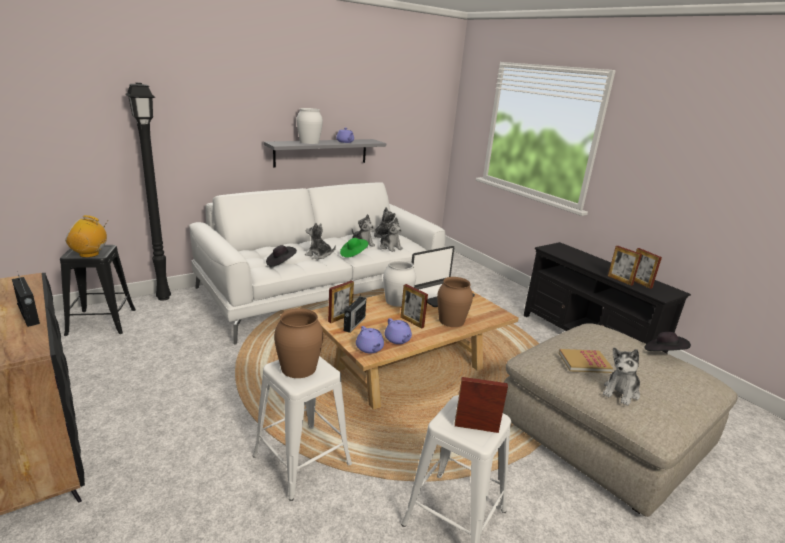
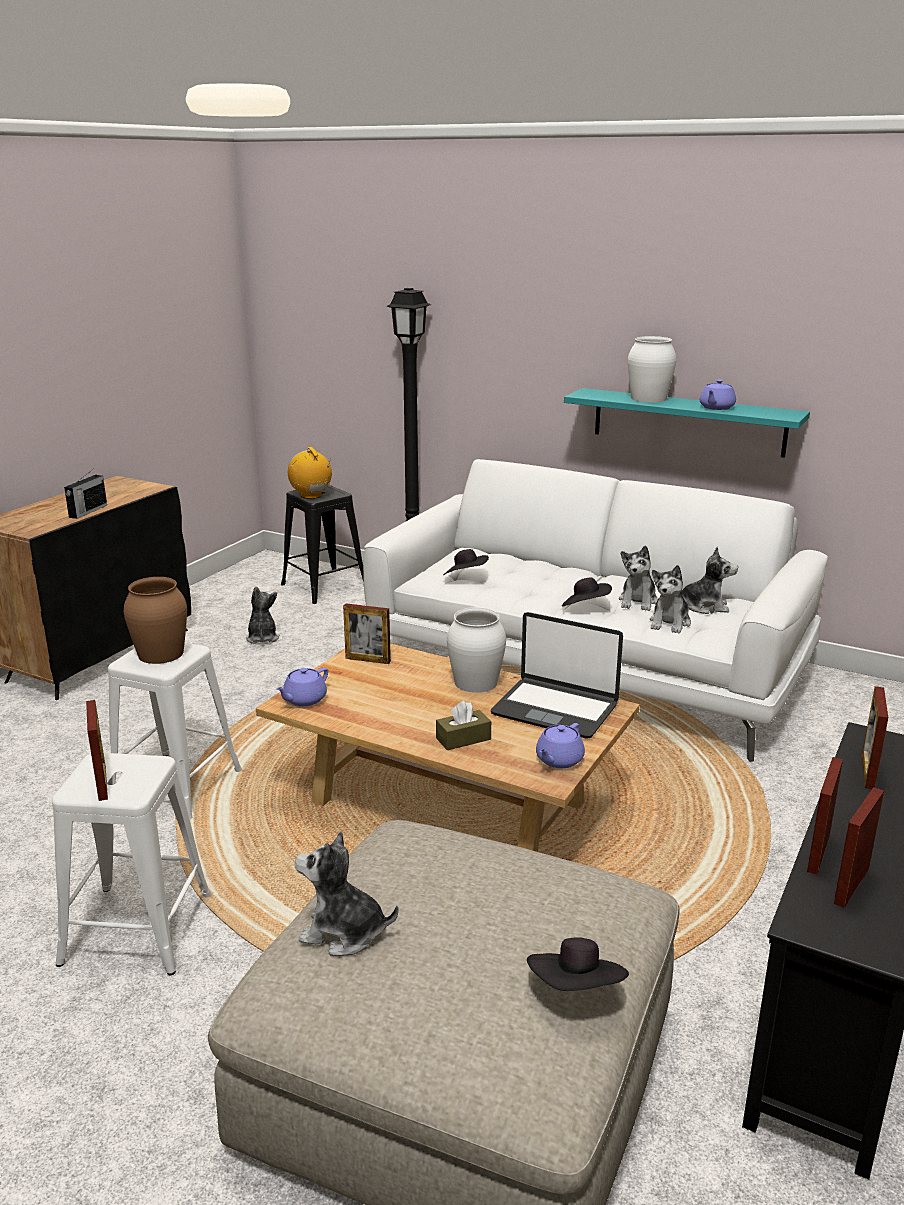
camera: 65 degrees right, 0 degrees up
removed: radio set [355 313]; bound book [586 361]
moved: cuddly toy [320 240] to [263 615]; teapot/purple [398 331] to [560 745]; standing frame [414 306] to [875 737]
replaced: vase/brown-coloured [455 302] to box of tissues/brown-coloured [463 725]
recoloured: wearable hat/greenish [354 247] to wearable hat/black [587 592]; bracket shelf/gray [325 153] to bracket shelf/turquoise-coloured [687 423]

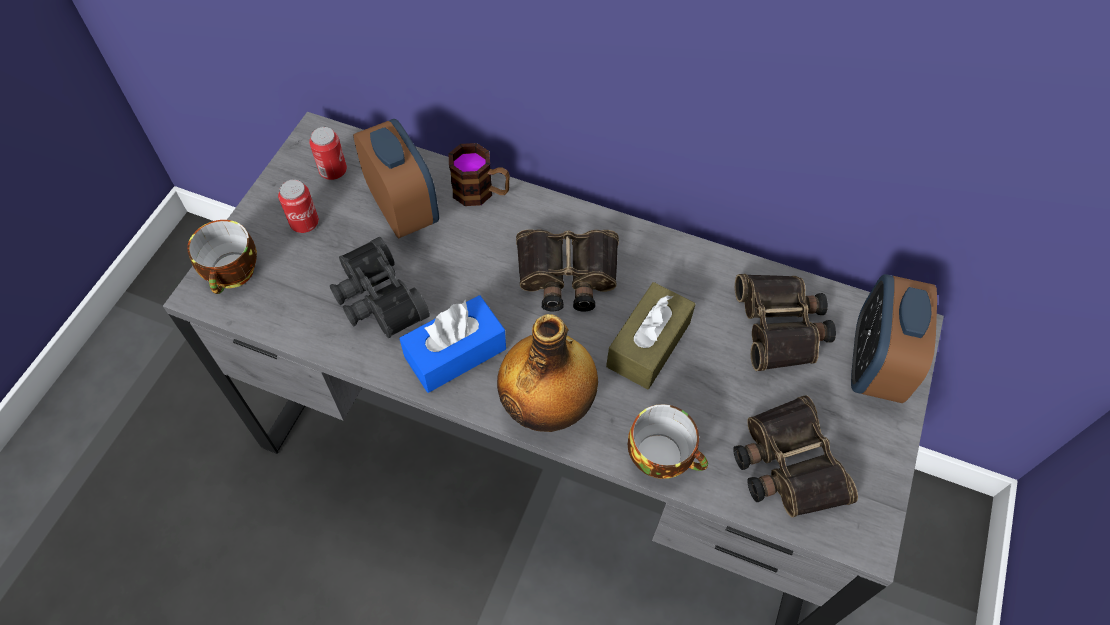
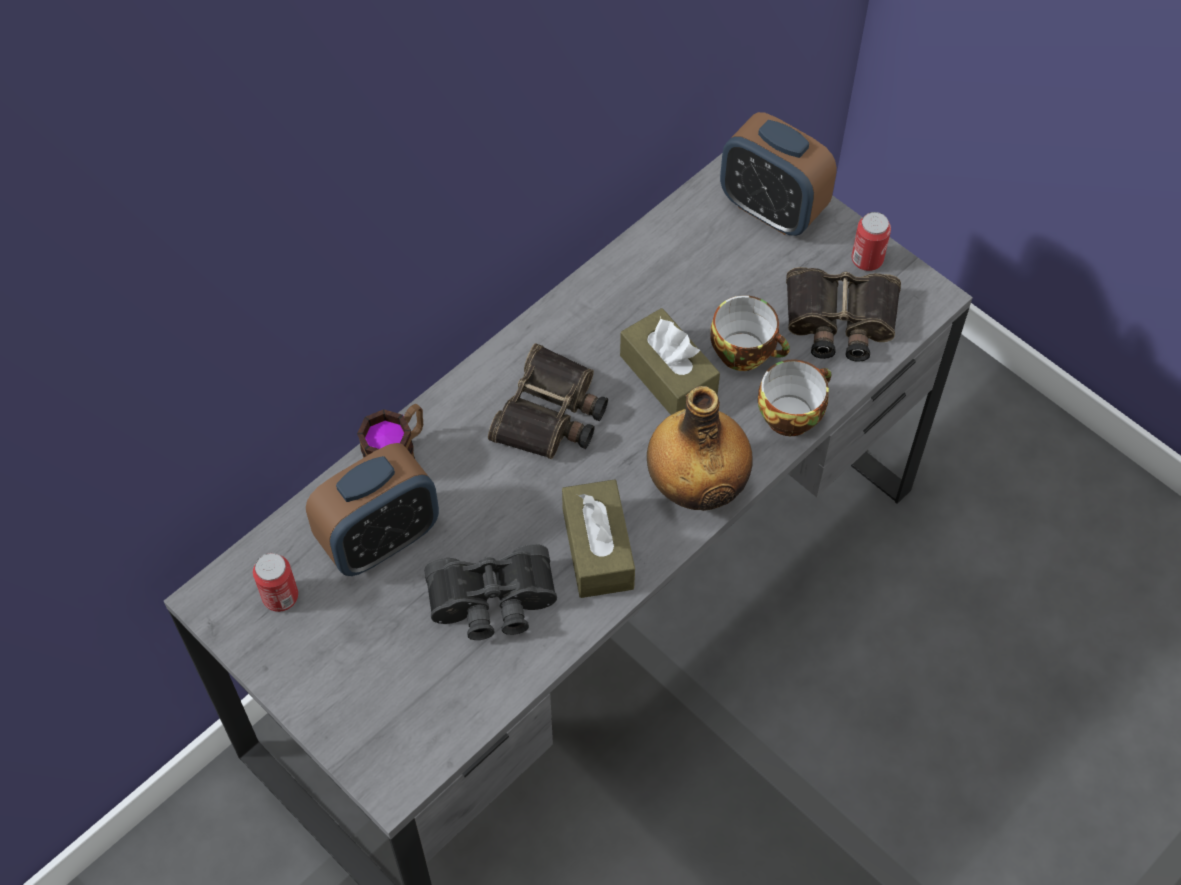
camera: 65 degrees left, 0 degrees up
removed: field glasses [785 322]
moved: cup [222 257] to [750 333]; can [298 206] to [871 241]
recoloured: box of tissues/bluish [452 344] to box of tissues/brown-coloured [598 538]
turned: table clock [396 178] = [372 509] 150 degrees clockwise

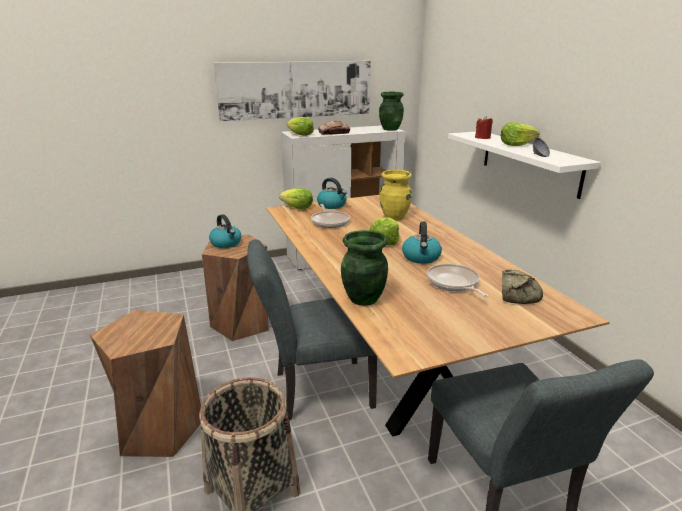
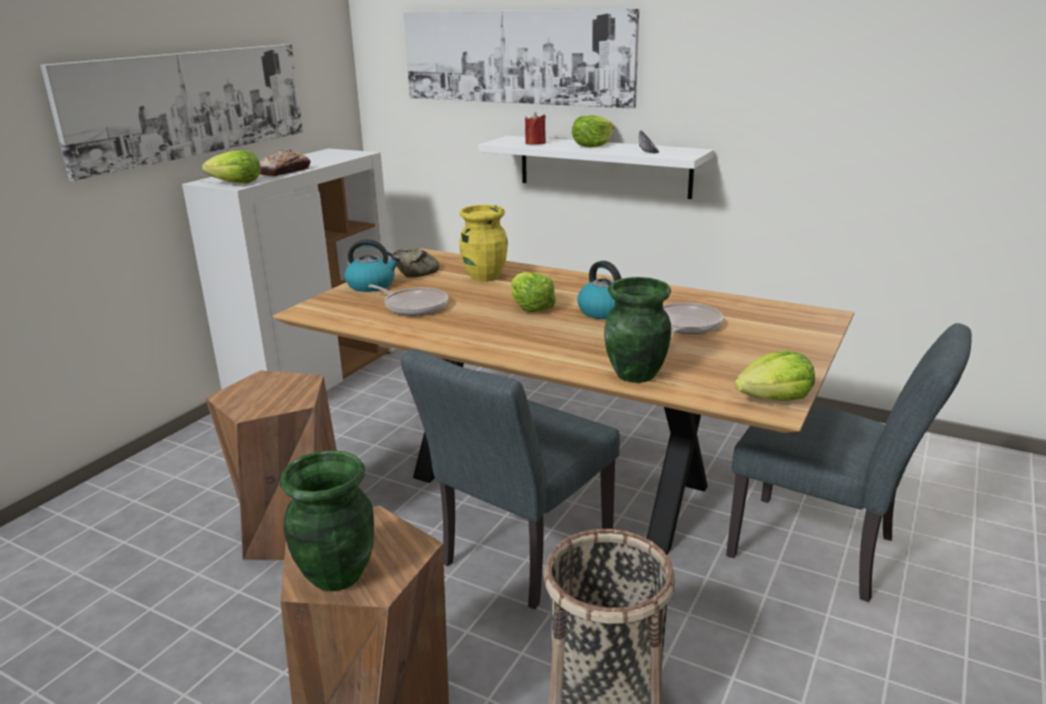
camera: 40 degrees left, 0 degrees up
removed: tea kettle [225 231]
added: picture [521 58]
moved: vase/greenish [391 111] to [327 521]; bakery bread [522 287] to [416 263]; lettuce head [296 198] to [775 376]
turned: pan [457 280] = [693 319] 90 degrees clockwise

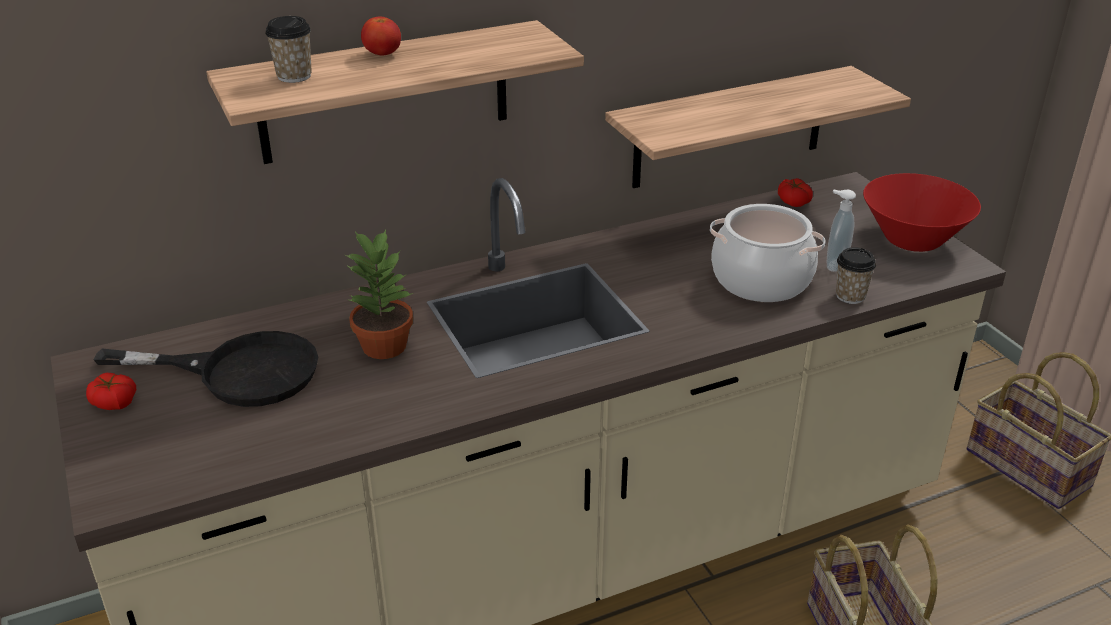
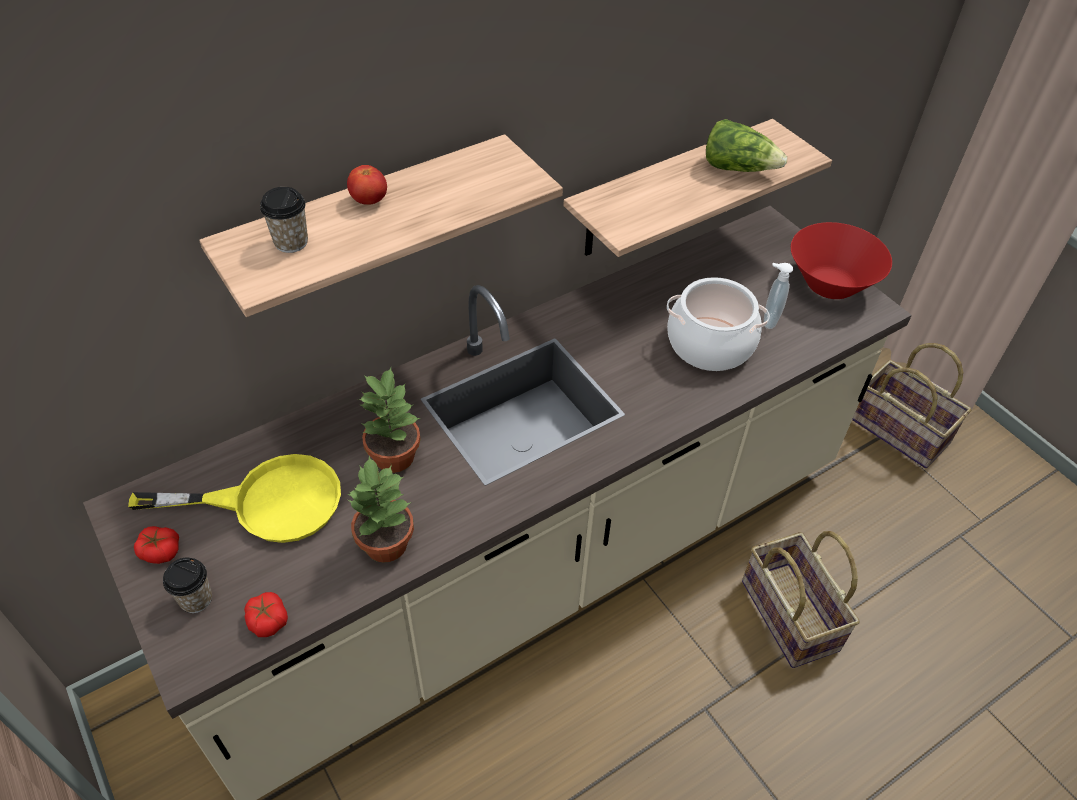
camera: 10 degrees left, 15 degrees up
added: houseplant [380 509]; lettuce head [746 145]
moved: cup [856 275] to [187 585]; tomato [795 192] to [266 614]
recoloured: pan/black [205 369] to pan/yellowish [234 498]

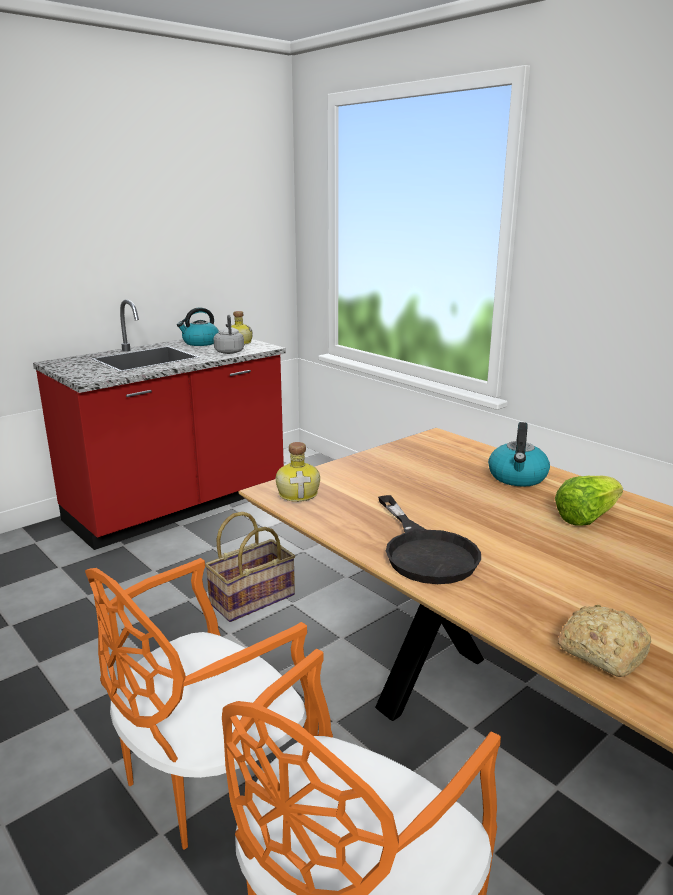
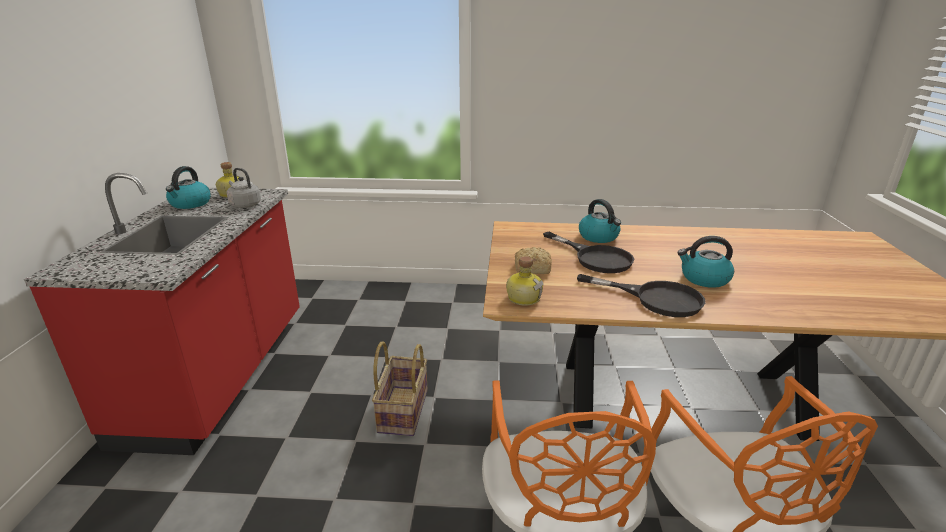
camera: 45 degrees left, 5 degrees up
removed: lettuce head [589 501]
added: pan/black [589 252]; tea kettle [705 262]
moved: bakery bread [604 641] to [533 260]

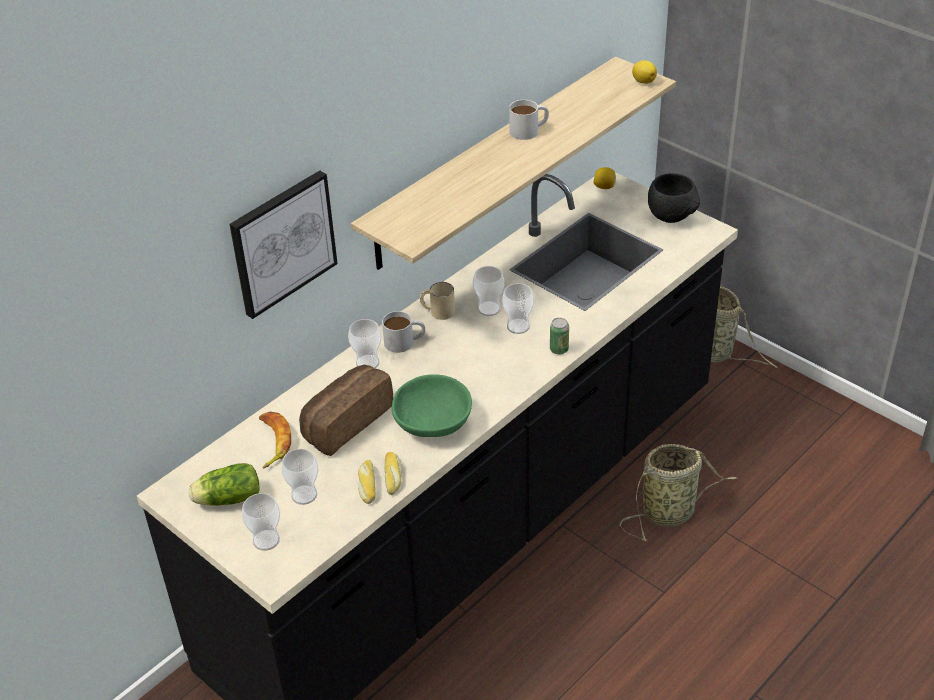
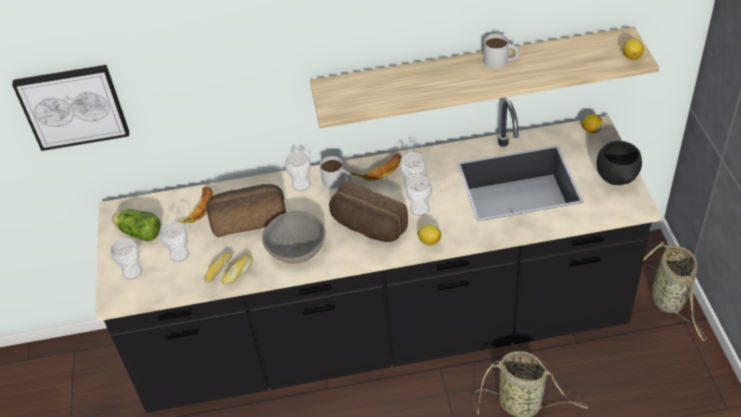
camera: 40 degrees right, 5 degrees up
added: bakery bread [368 211]
moved: picture [283 244] to [70 108]
replaced: mug/sand-coloured [437 301] to banana fruit [376 167]; can [559 336] to whole lemon [429 235]
recoloured: bowl/greenish [432 405] to bowl/gray [293 237]

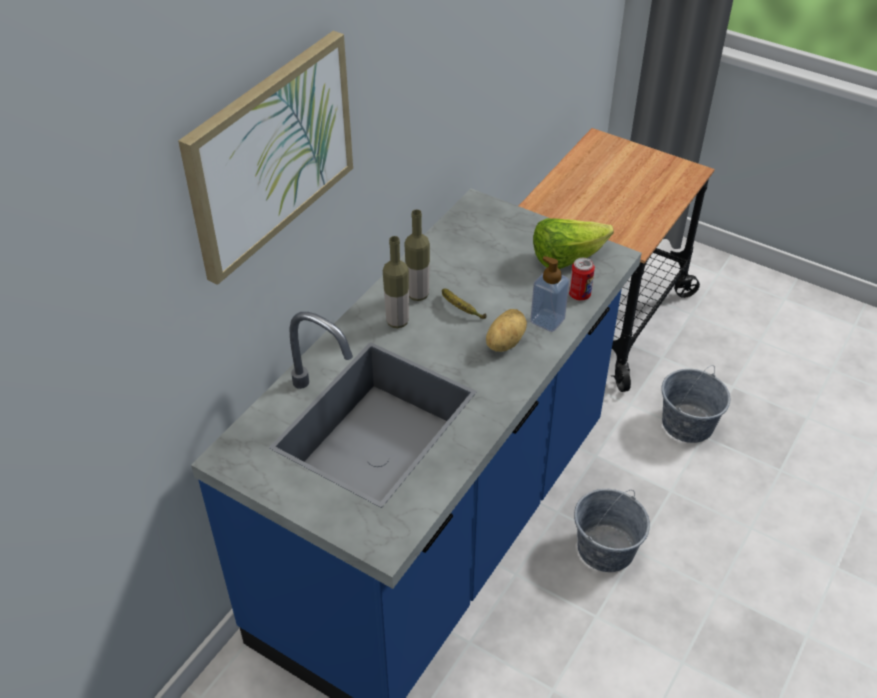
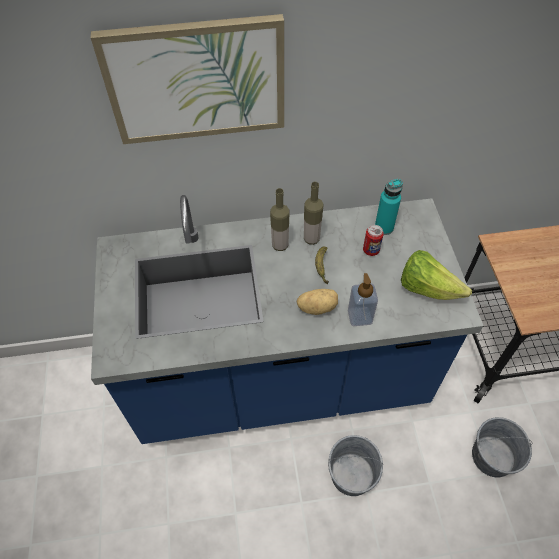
camera: 50 degrees right, 10 degrees up
added: drink bottle/turquoise-coloured [389 207]
moved: can [582 279] to [373 240]

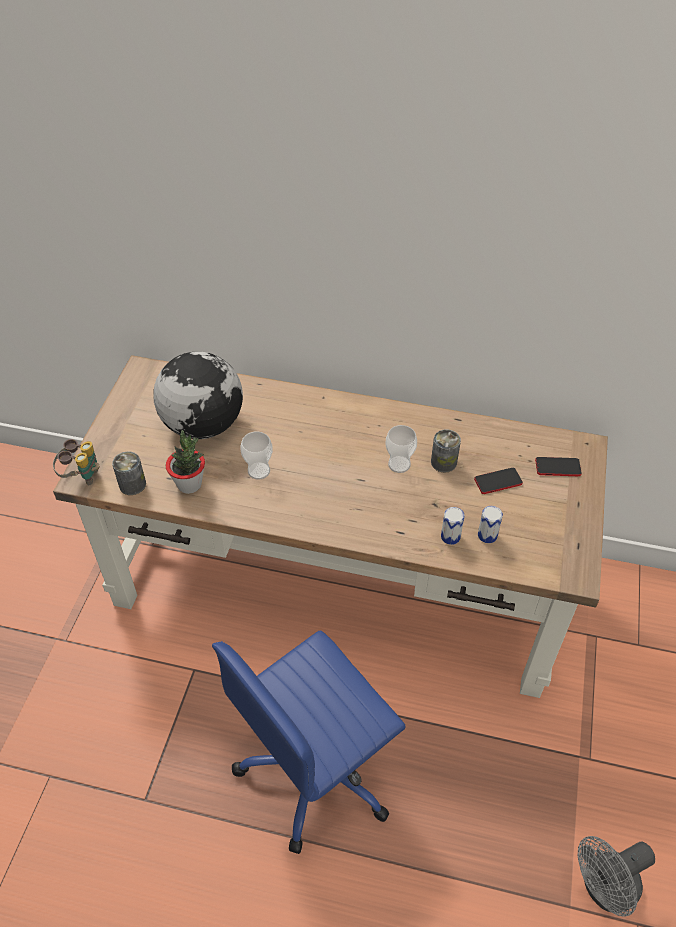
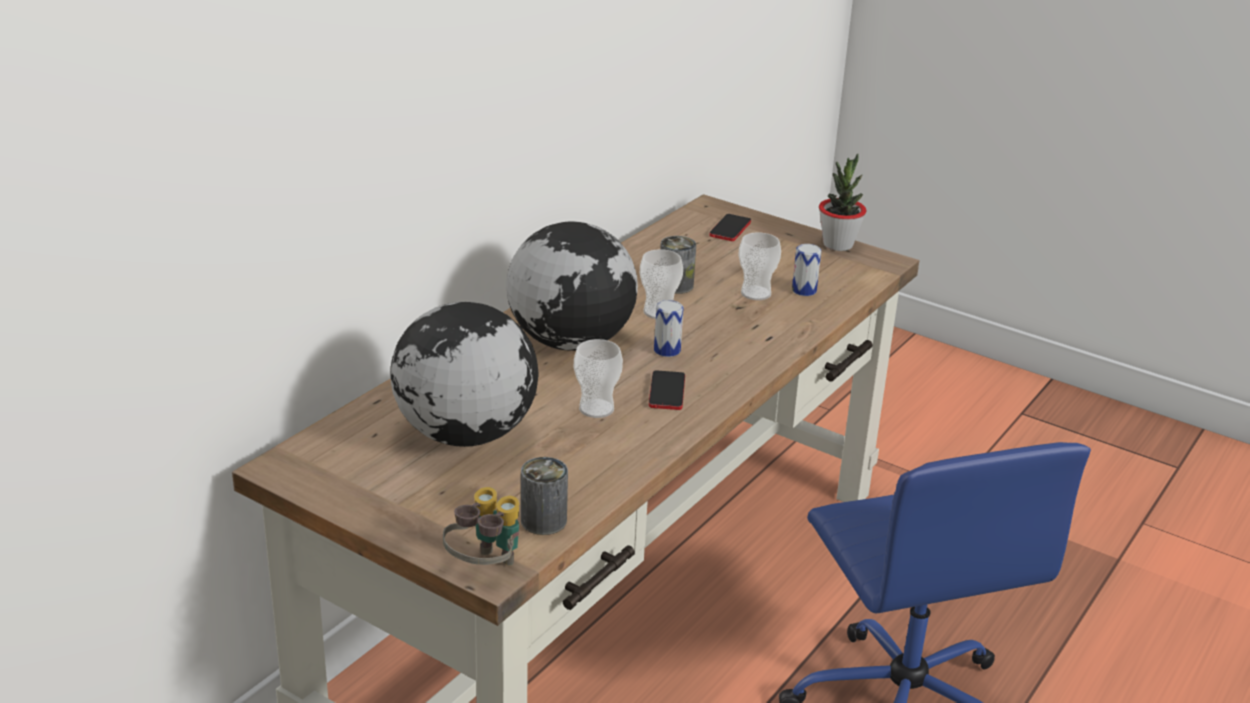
camera: 70 degrees left, 20 degrees down
removed: electric fan/gray [616 876]
added: desk globe [572 286]; cup [759 266]
moved: phone [498 481] to [667 390]; can [453 526] to [669 328]; houseplant [185 462] to [842 202]

